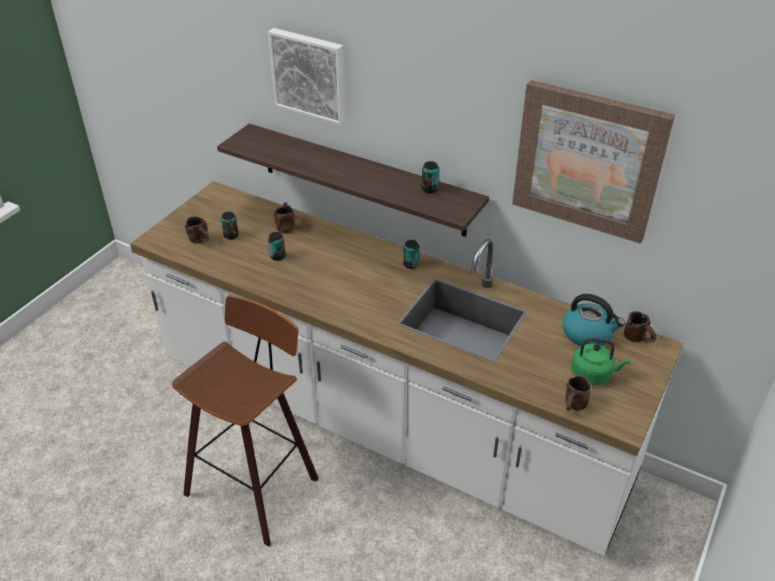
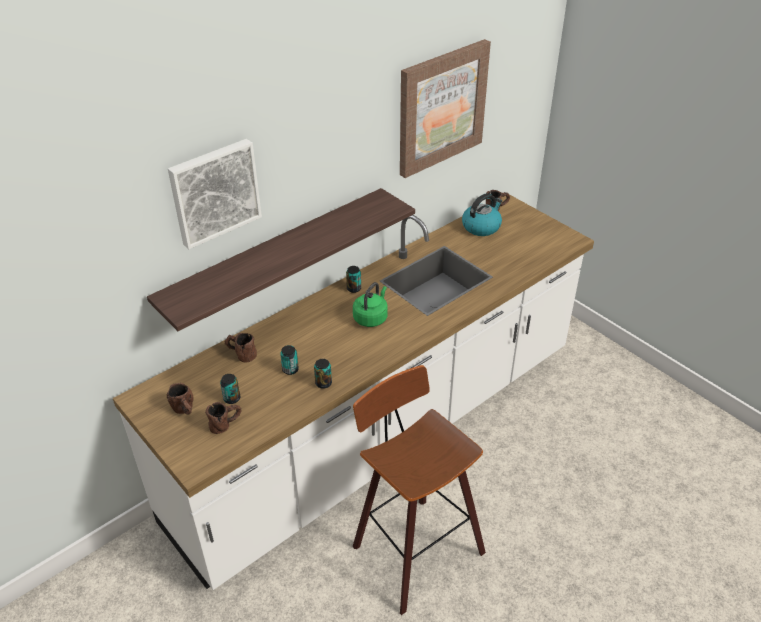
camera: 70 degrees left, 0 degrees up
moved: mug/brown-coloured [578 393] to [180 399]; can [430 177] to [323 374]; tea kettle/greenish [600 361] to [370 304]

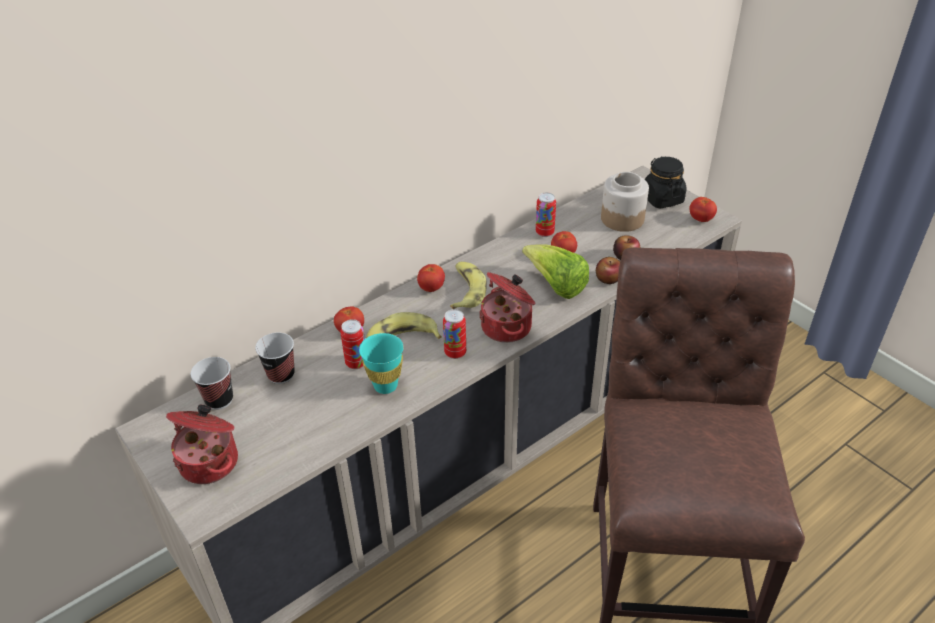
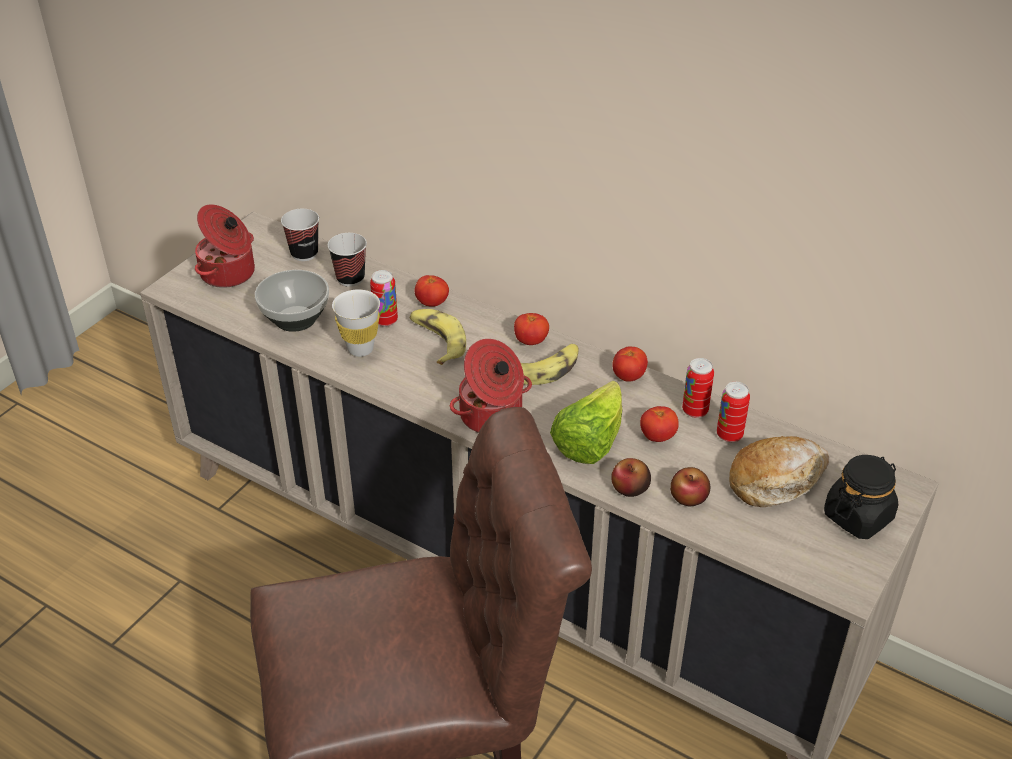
camera: 70 degrees right, 0 degrees up
added: bowl [292 301]
moved: tomato [703 209] to [630 364]; can [454 334] to [733 412]
replaced: jar [625 202] to bakery bread [779 471]
recoloured: cup/turquoise-coloured [381 363] to cup/white-coloured [356 323]

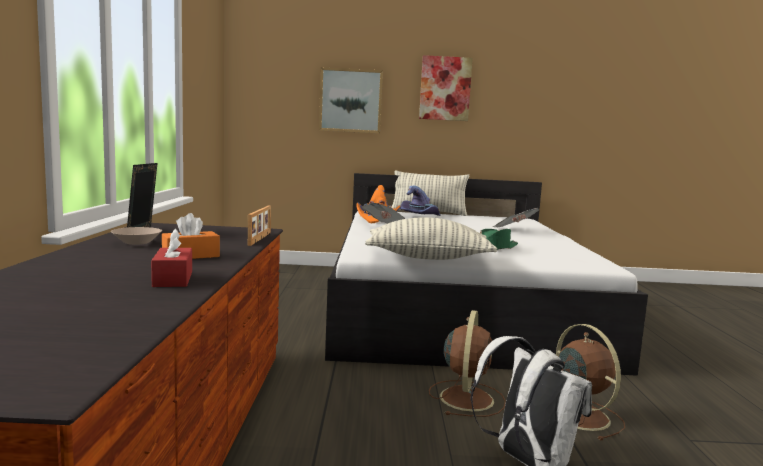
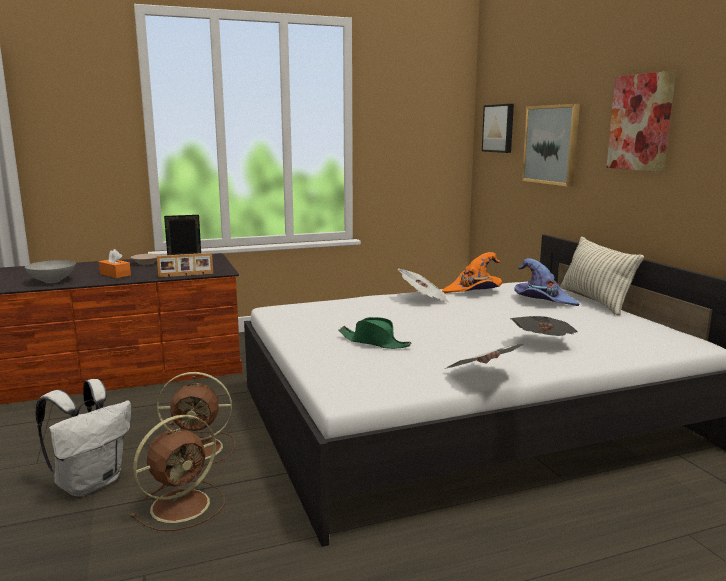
camera: 70 degrees right, 5 degrees up
removed: pillow [431 238]
added: daily paper [484 356]; picture [498 128]
replaced: box of tissues/reddish [171 258] to bowl/gray [50 271]

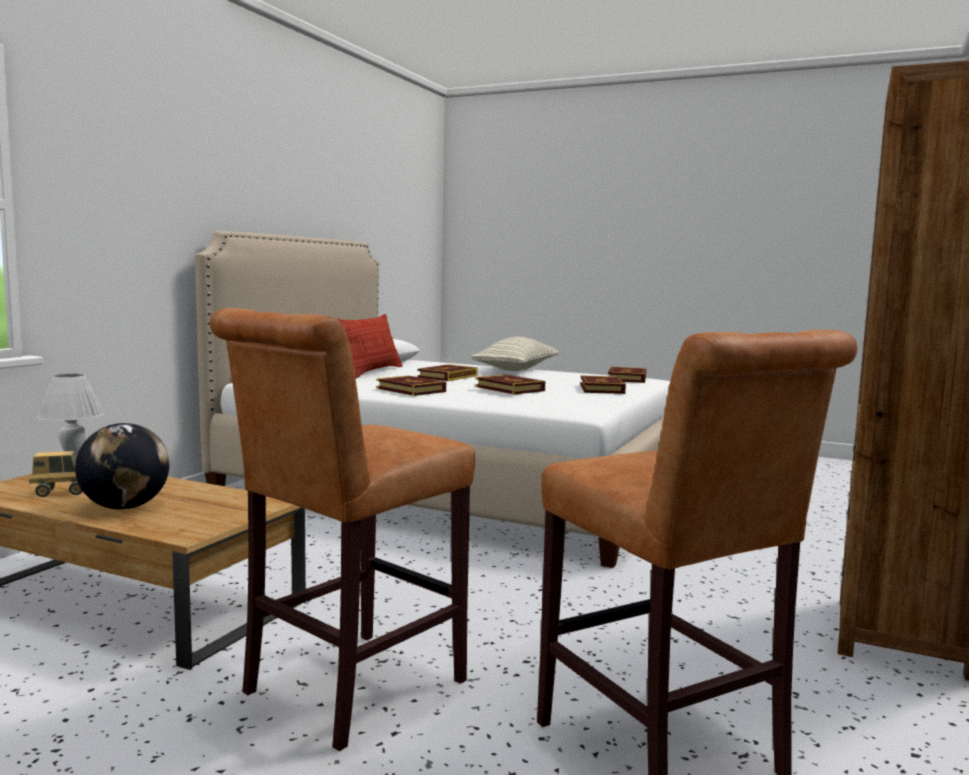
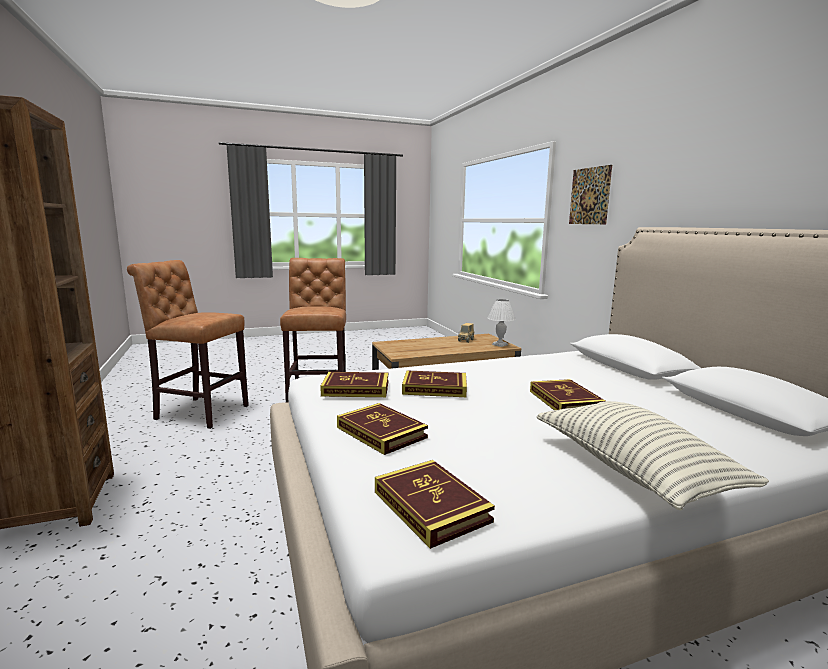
camera: 135 degrees right, 5 degrees up
removed: desk globe [122 466]; pillow [370 346]
added: picture [590 194]
moved: bound book [411 386] to [354 384]

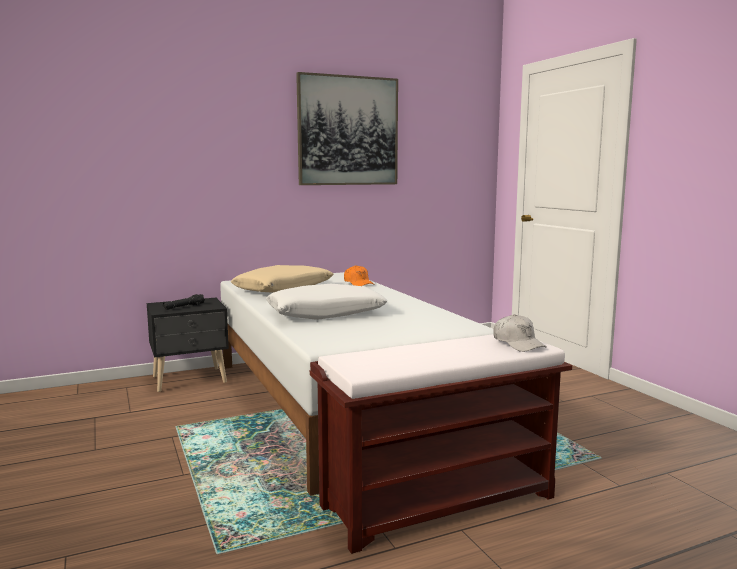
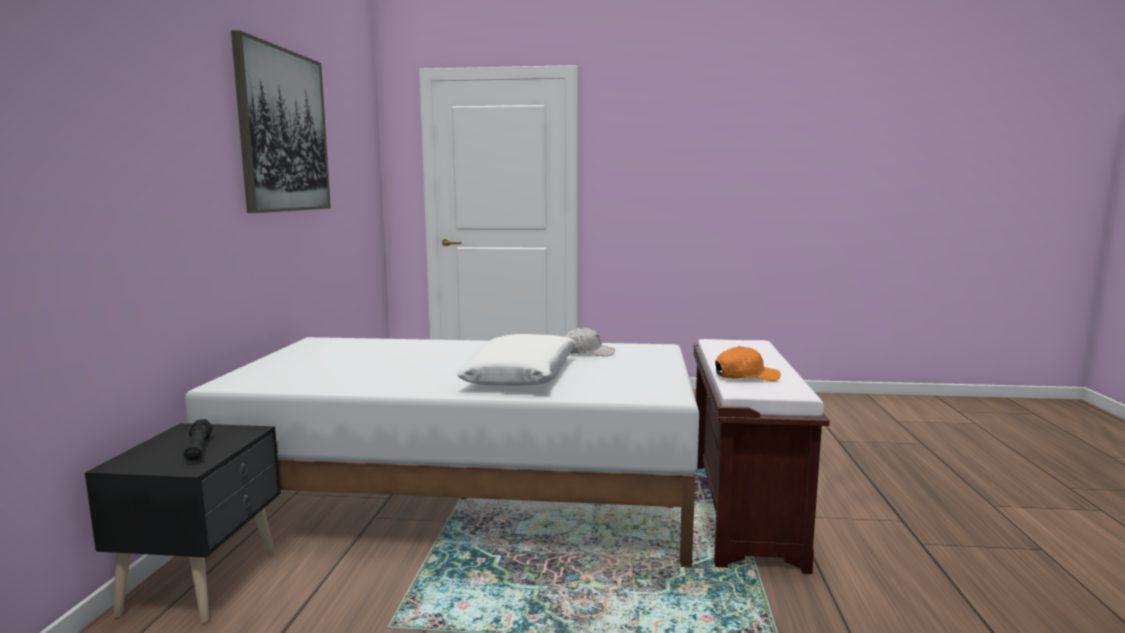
camera: 60 degrees left, 0 degrees up
removed: pillow/sand-coloured [282 279]
moved: baseball cap/white-coloured [520 333] to [589 342]; baseball cap/orange-coloured [359 275] to [748 363]

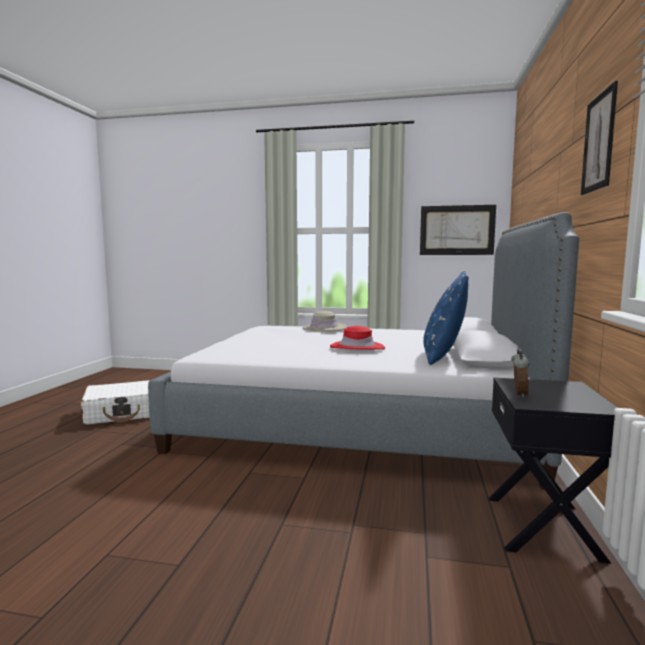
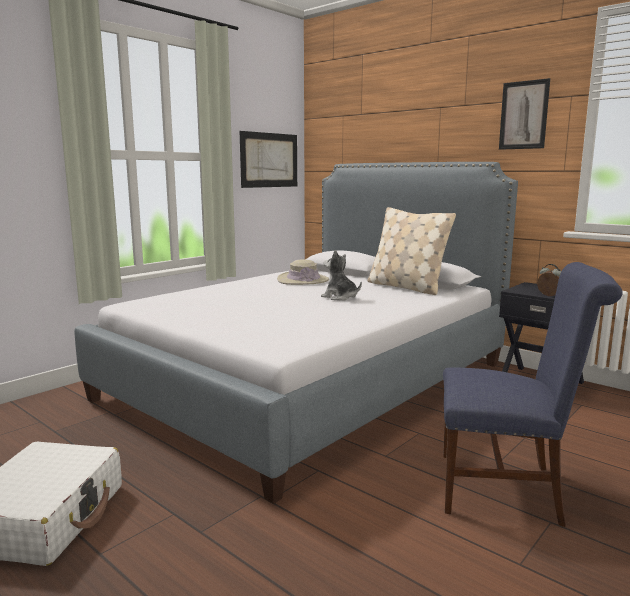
camera: 60 degrees left, 5 degrees up
added: upright chair/bluish [533 394]
moved: wearable hat/sand-coloured [324 321] to [303 272]
replaced: wearable hat/reddish [357 338] to cuddly toy [341 275]
recoloured: pillow/bluish [445 318] to pillow/sand-coloured [411 251]

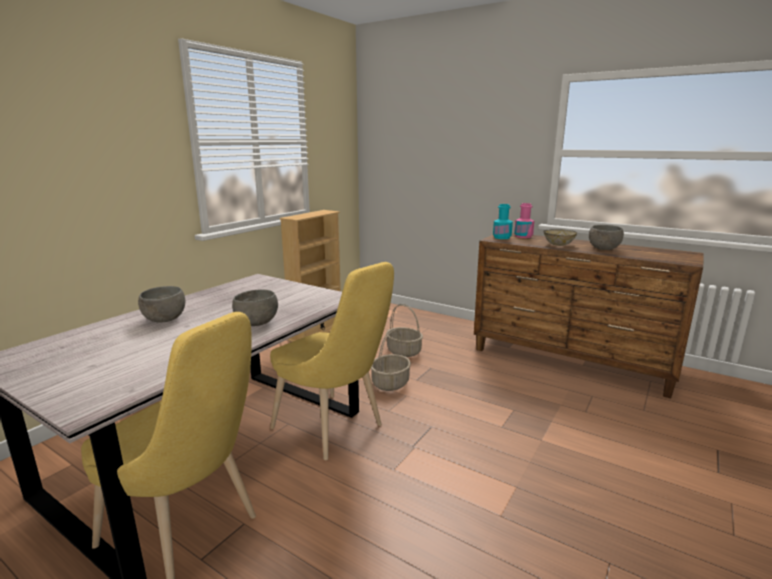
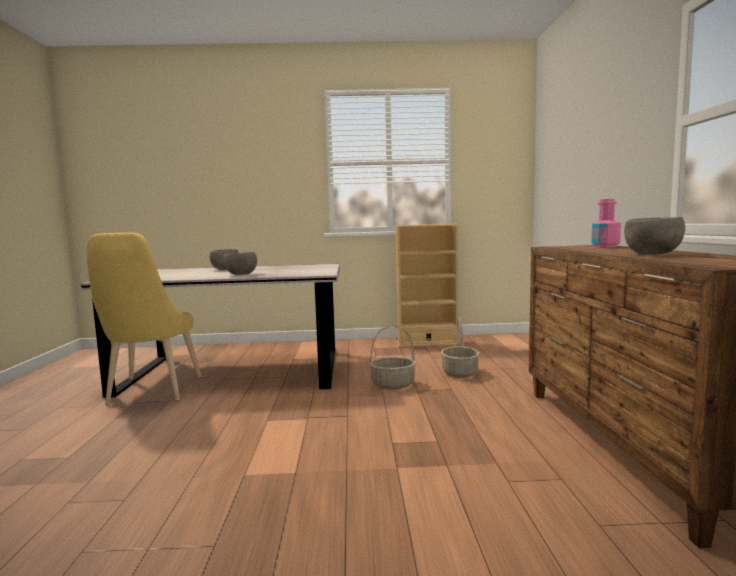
camera: 55 degrees right, 10 degrees down
removed: upright chair/yellowish [332 361]; drink bottle/turquoise-coloured [503 221]; bowl [560 237]

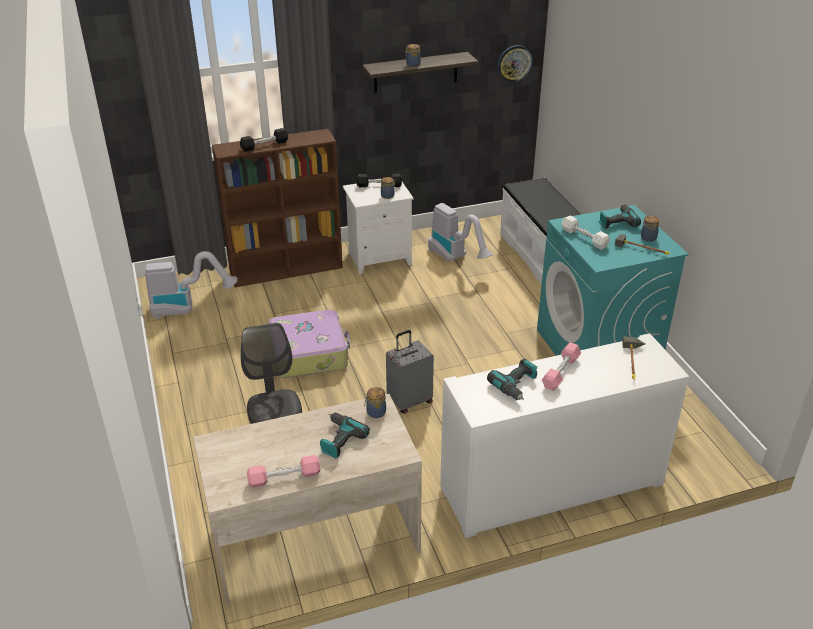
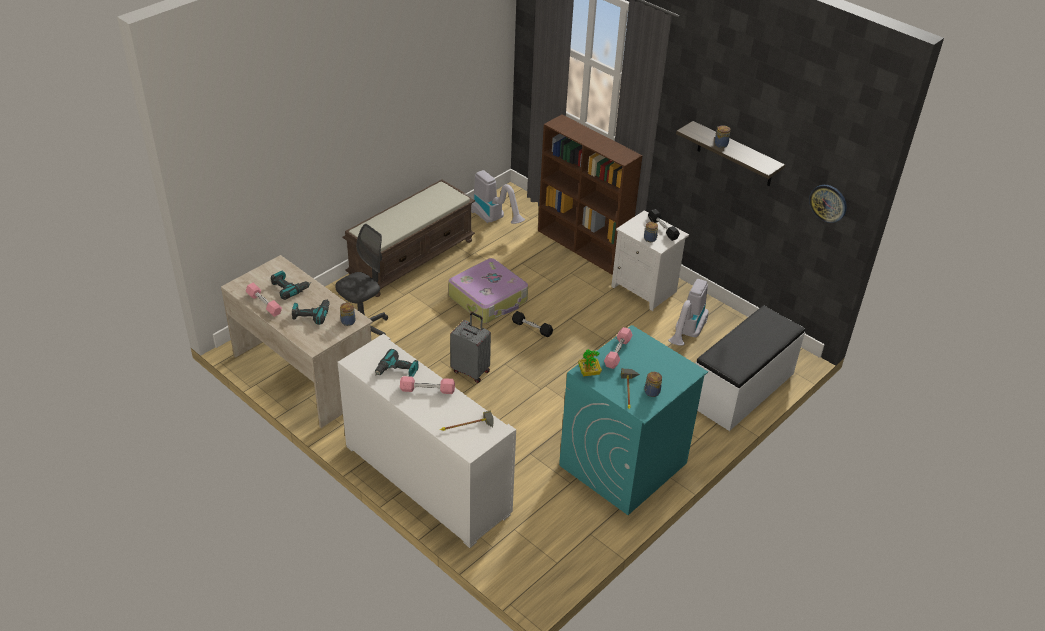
camera: 60 degrees right, 5 degrees up
added: long seat/brown-coloured [408 238]; houseplant [590 362]
moved: drill [620 216] to [291 285]; hand weight/black [264 140] to [532 324]
recoloured: hand weight/white-coloured [585 233] to hand weight/pink-coloured [618 348]

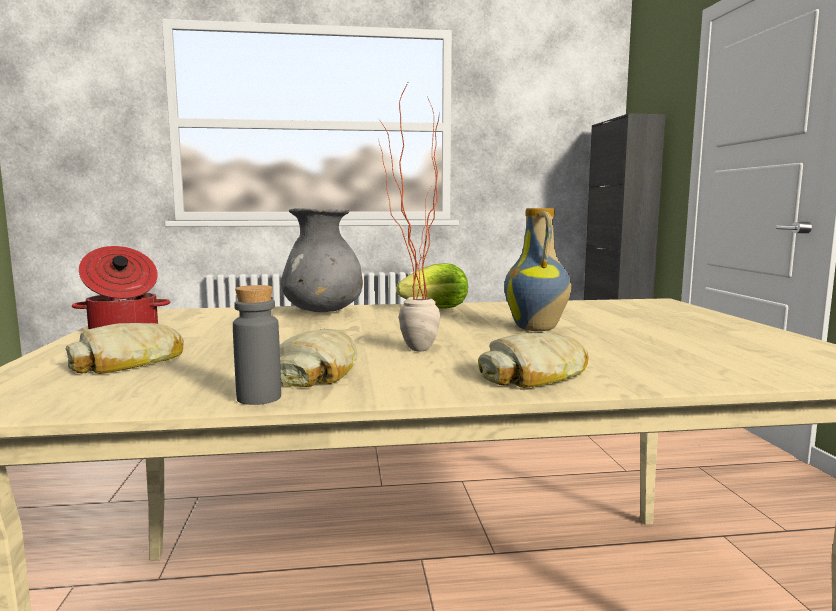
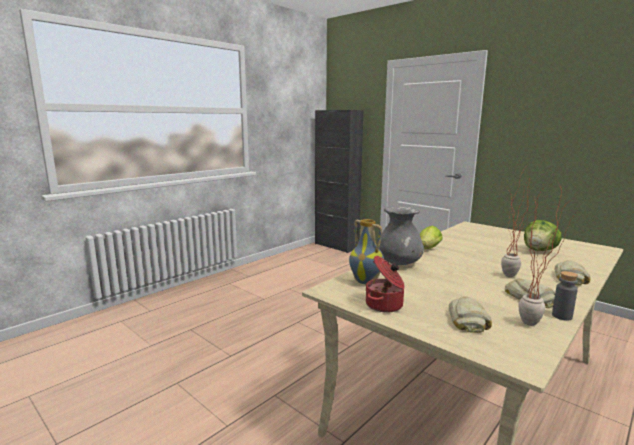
camera: 40 degrees left, 5 degrees up
added: houseplant [547 255]; lettuce head [543 235]
moved: vase [537 269] to [366 251]

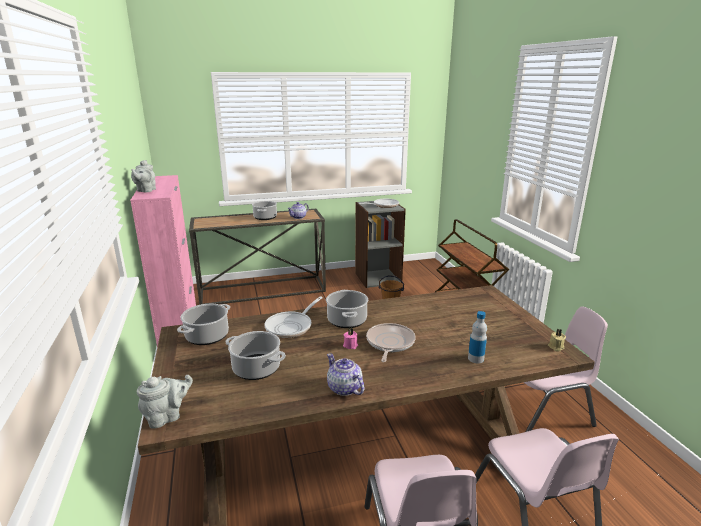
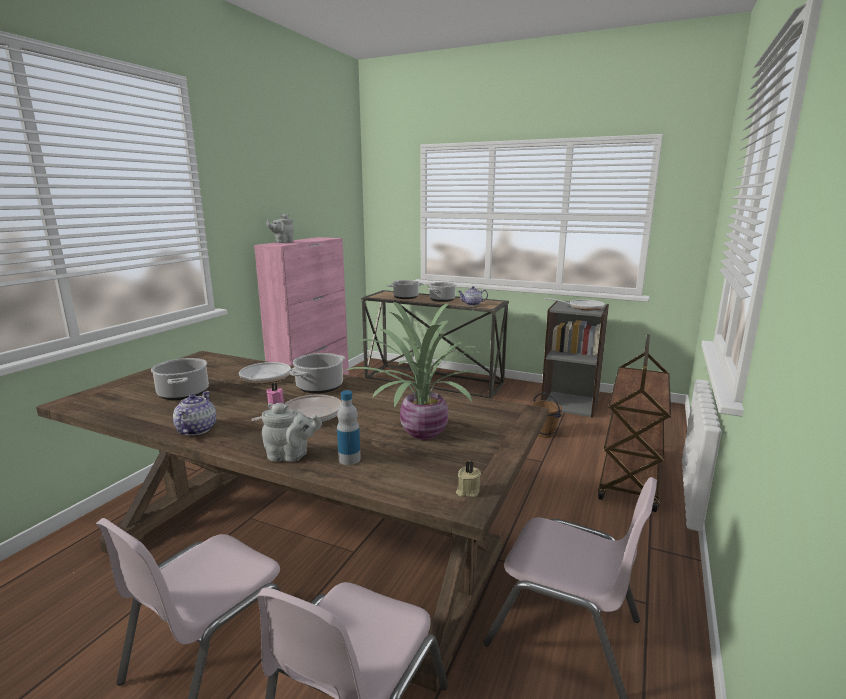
camera: 40 degrees right, 5 degrees down
added: houseplant [416 371]
moved: teapot/gray [165 402] to [292 432]; saucepot [203 324] to [406 289]

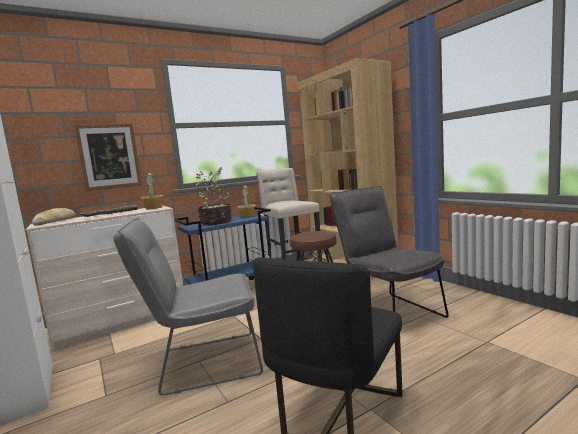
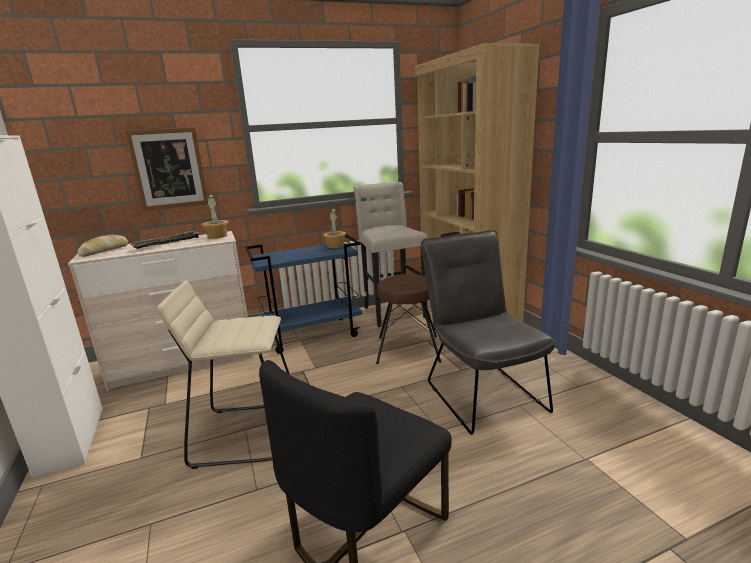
camera: 10 degrees right, 10 degrees up
removed: houseplant [212 196]
replaced: upright chair/gray [188 306] to stool seat/sand-coloured [223 374]

